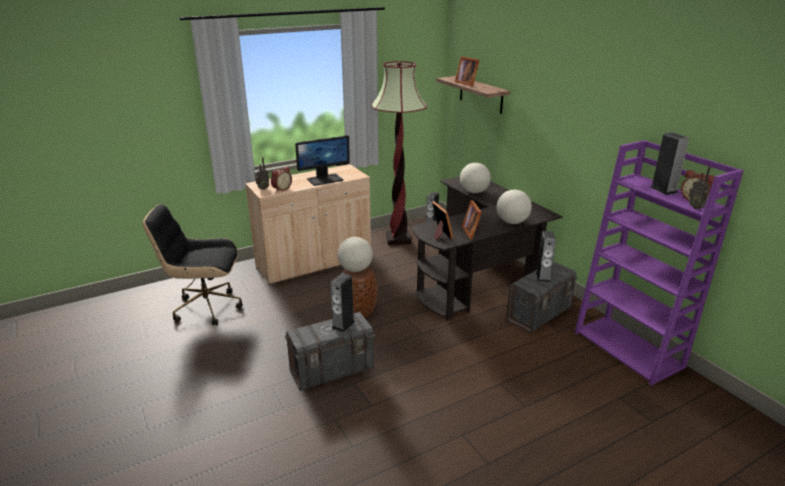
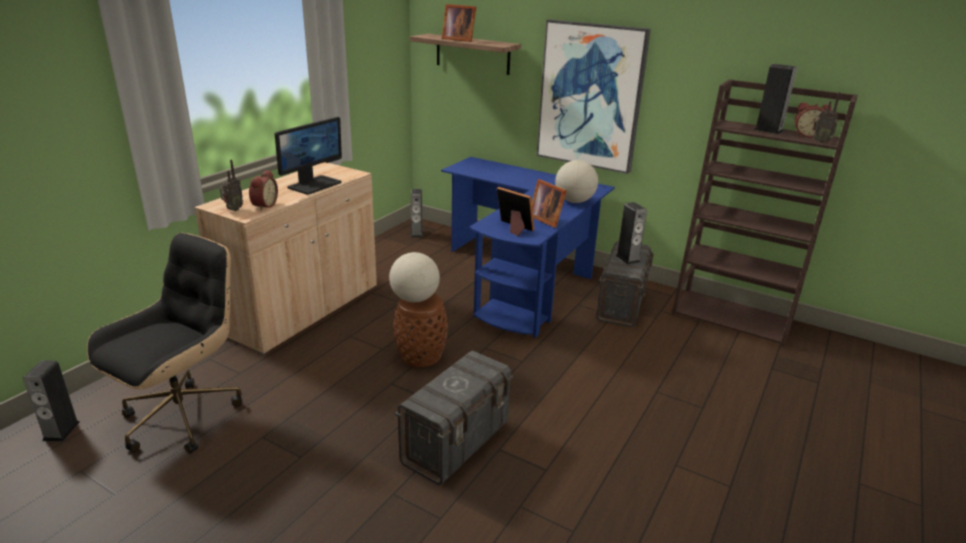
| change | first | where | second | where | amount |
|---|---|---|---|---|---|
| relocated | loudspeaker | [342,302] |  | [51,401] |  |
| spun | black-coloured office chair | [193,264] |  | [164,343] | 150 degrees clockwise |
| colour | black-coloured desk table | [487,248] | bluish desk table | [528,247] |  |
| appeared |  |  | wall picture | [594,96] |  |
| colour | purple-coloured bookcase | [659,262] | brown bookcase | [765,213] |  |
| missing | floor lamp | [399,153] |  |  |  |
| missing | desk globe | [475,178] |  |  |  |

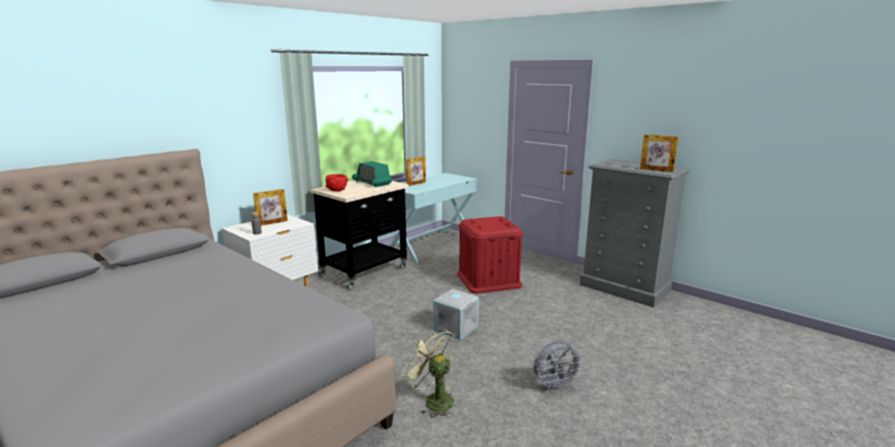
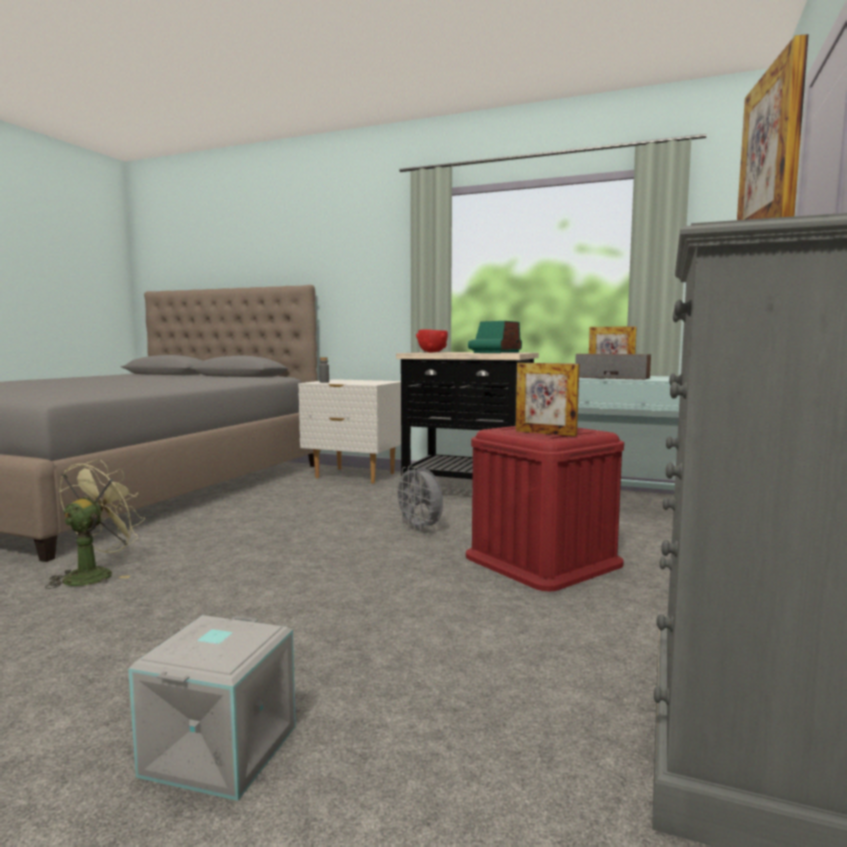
| change | first | where | second | where | amount |
|---|---|---|---|---|---|
| relocated | grey storage bin | [456,314] |  | [212,708] |  |
| relocated | grey cooling fan | [558,366] |  | [418,499] |  |
| relocated | picture frame | [270,207] |  | [547,399] |  |
| appeared |  |  | loudspeaker | [613,367] |  |

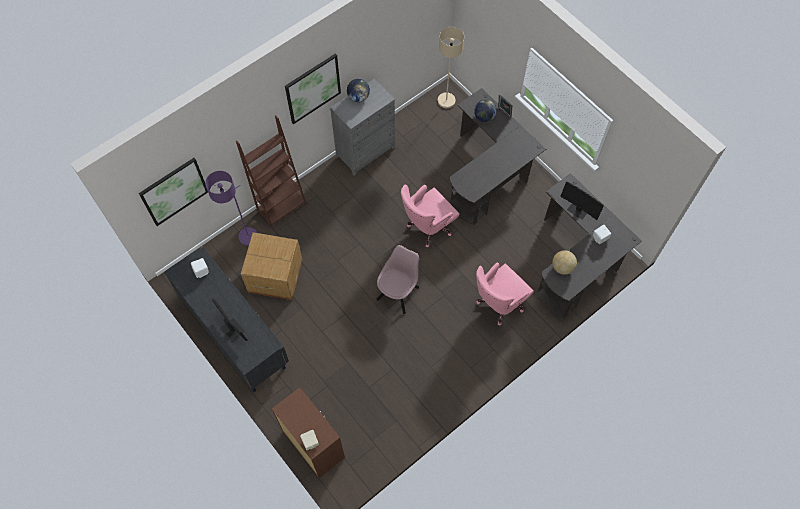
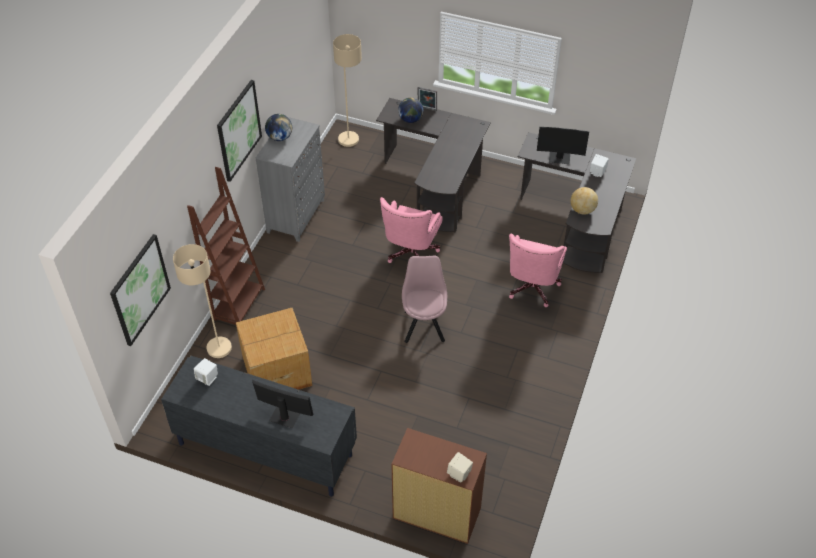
| change | first | where | second | where | amount |
|---|---|---|---|---|---|
| colour | purple-coloured floor lamp | [231,208] | beige floor lamp | [202,301] |  |

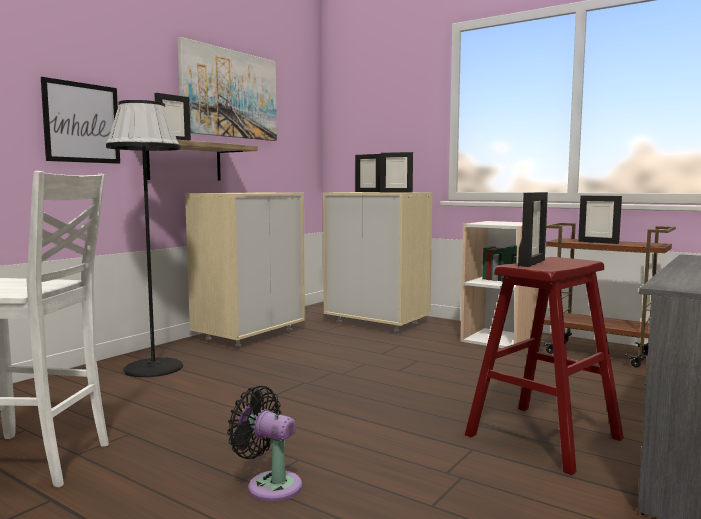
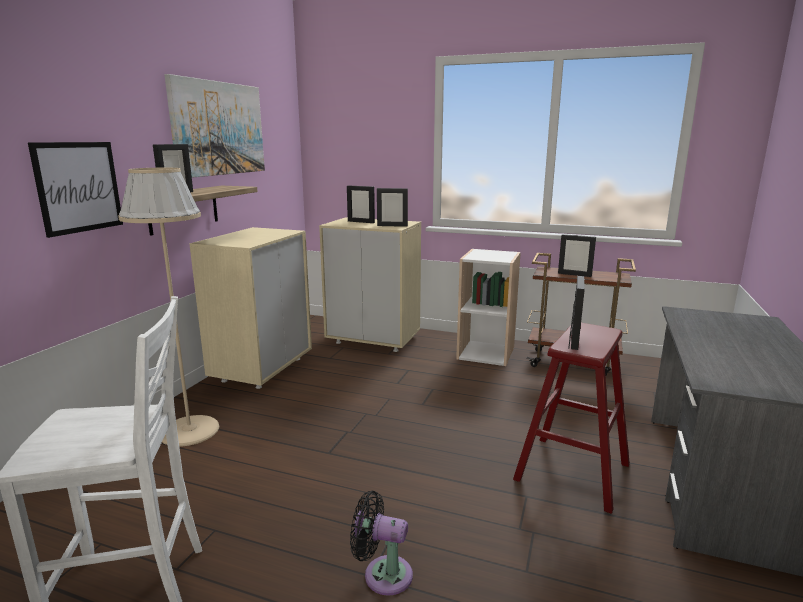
| change | first | where | second | where | amount |
|---|---|---|---|---|---|
| colour | black-coloured floor lamp | [144,238] | beige floor lamp | [168,307] |  |

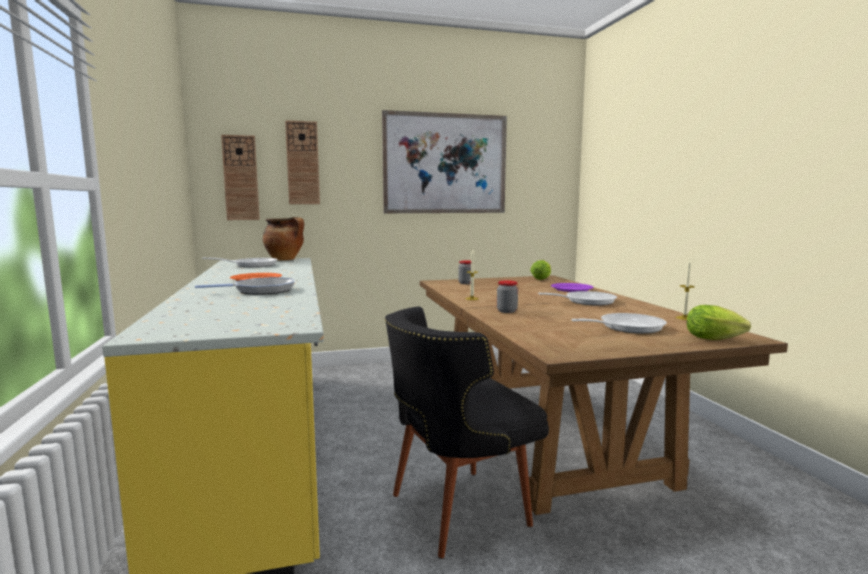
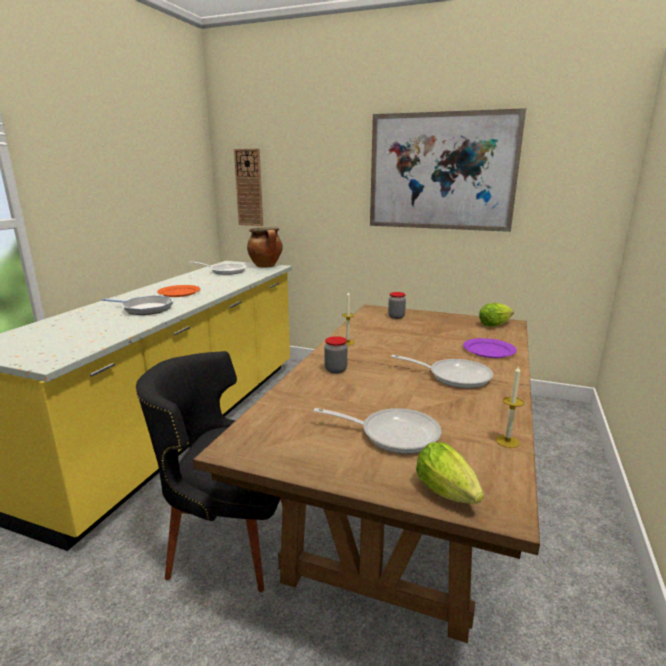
| change | first | where | second | where | amount |
|---|---|---|---|---|---|
| missing | wall clock | [302,162] |  |  |  |

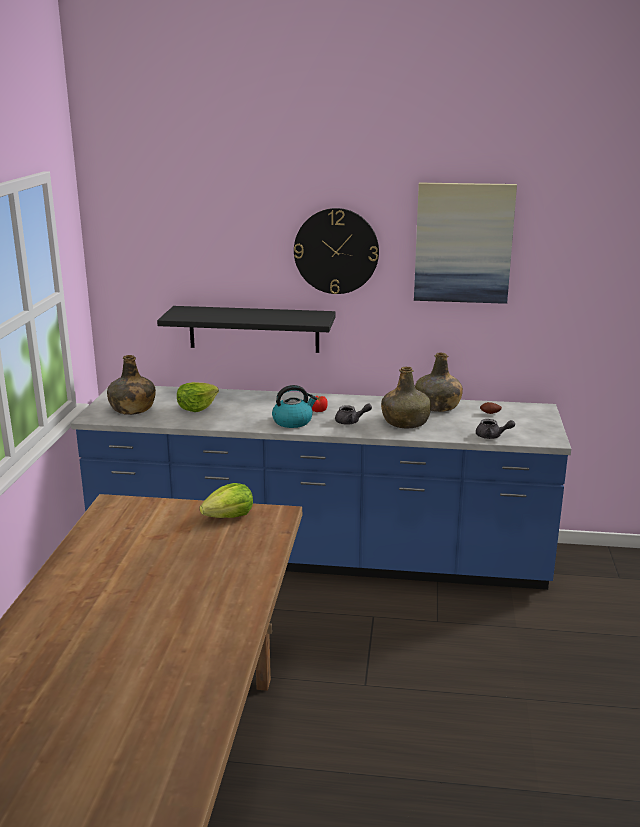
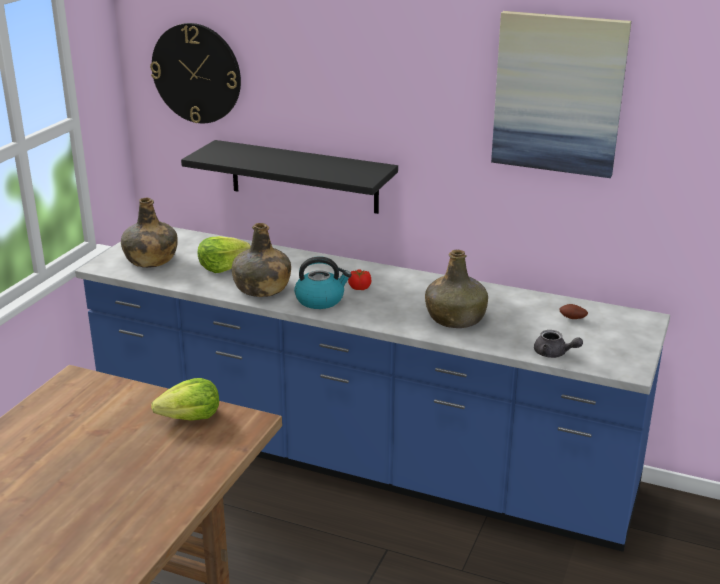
| change | first | where | second | where | amount |
|---|---|---|---|---|---|
| relocated | wall clock | [336,251] |  | [195,73] |  |
| relocated | green bottle | [439,382] |  | [261,260] |  |
| missing | grey teapot | [353,414] |  |  |  |

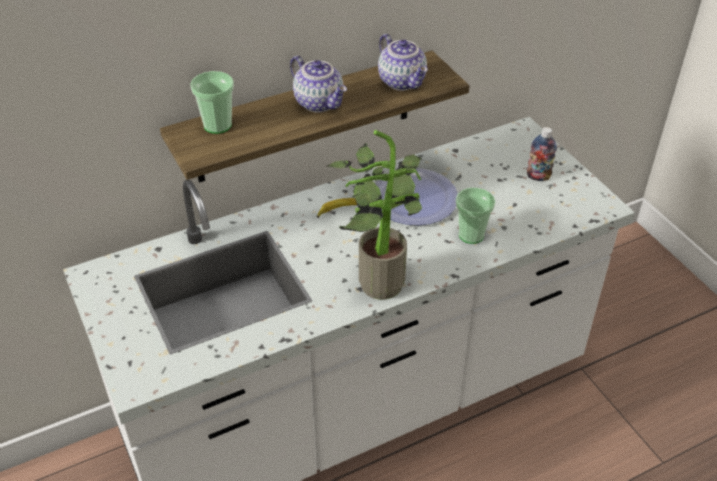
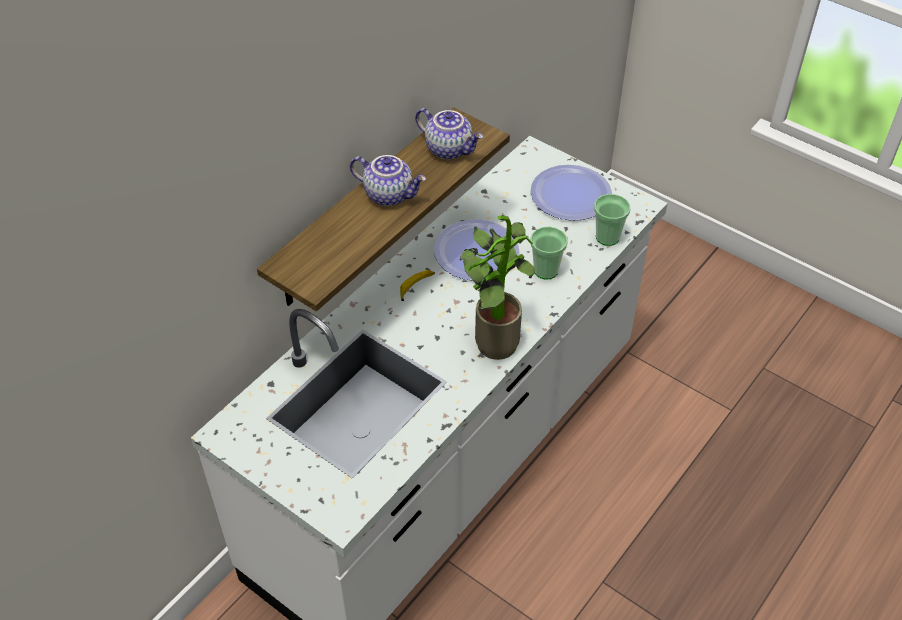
| change | first | where | second | where | amount |
|---|---|---|---|---|---|
| exchanged | bottle | [542,154] | dinner plate | [571,193] |  |
| relocated | small cup | [212,102] |  | [612,220] |  |

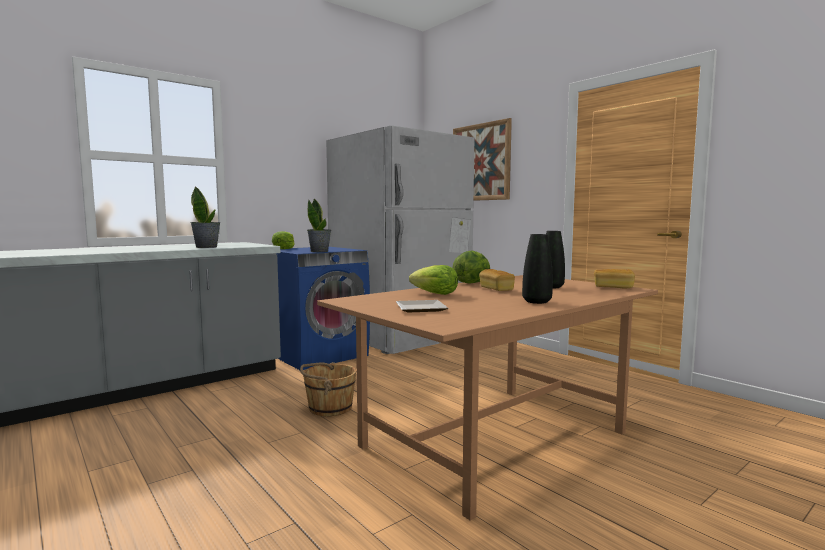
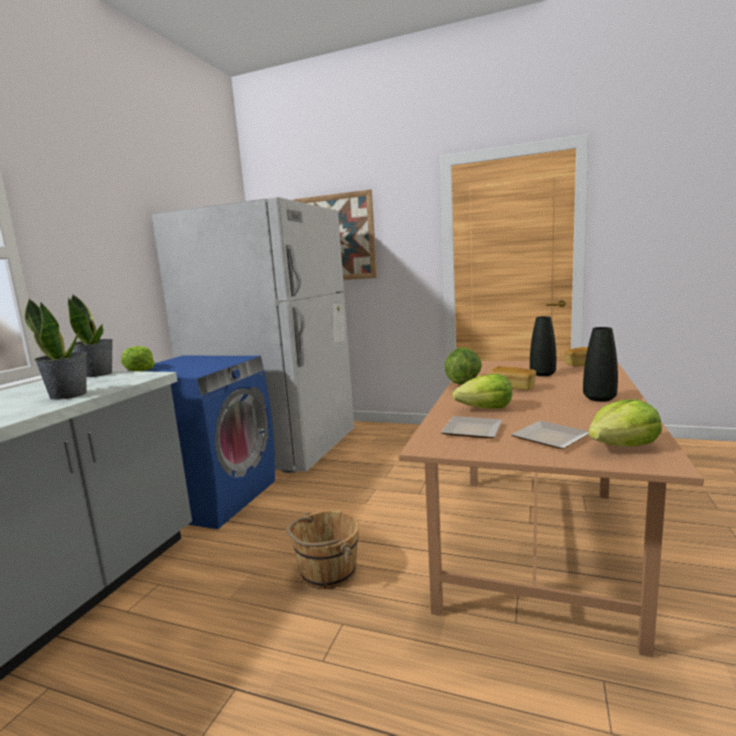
| change | first | where | second | where | amount |
|---|---|---|---|---|---|
| relocated | houseplant | [319,225] |  | [90,336] |  |
| appeared |  |  | dinner plate | [471,427] |  |
| appeared |  |  | lettuce head | [625,423] |  |

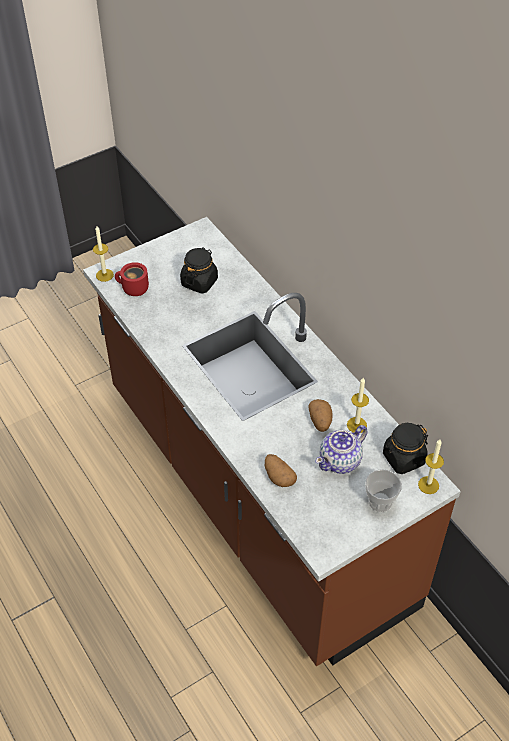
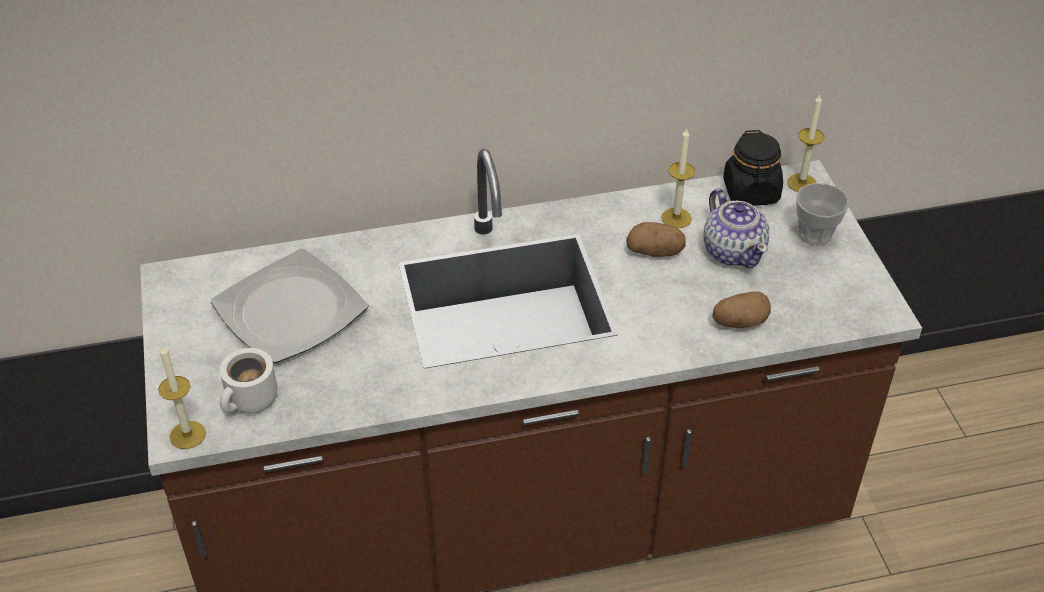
| change | first | where | second | where | amount |
|---|---|---|---|---|---|
| exchanged | black-coloured jar | [199,270] | dinner plate | [289,306] |  |
| colour | red mug | [132,279] | white mug | [248,381] |  |

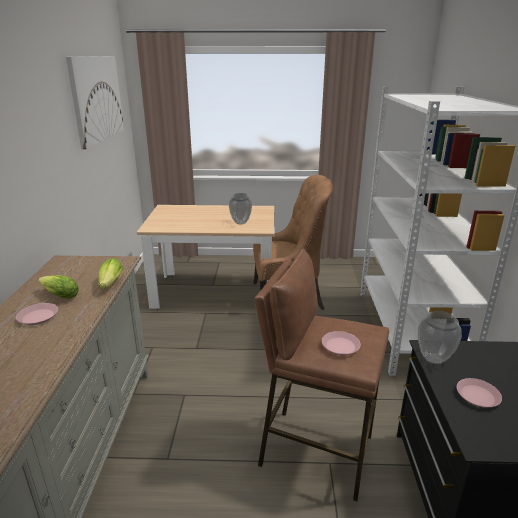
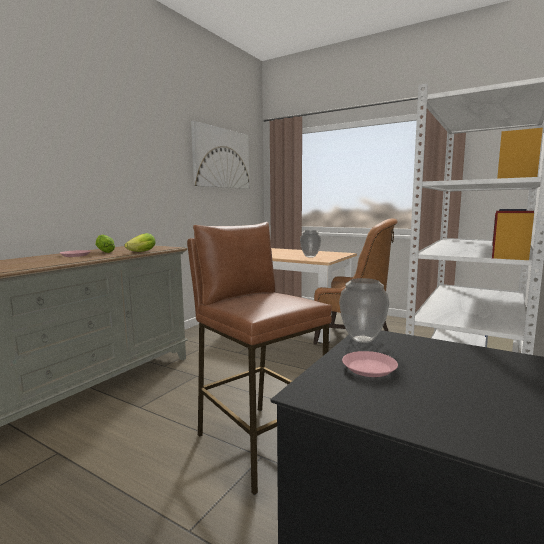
| change | first | where | second | where | amount |
|---|---|---|---|---|---|
| missing | pinkish dinner plate | [341,343] |  |  |  |

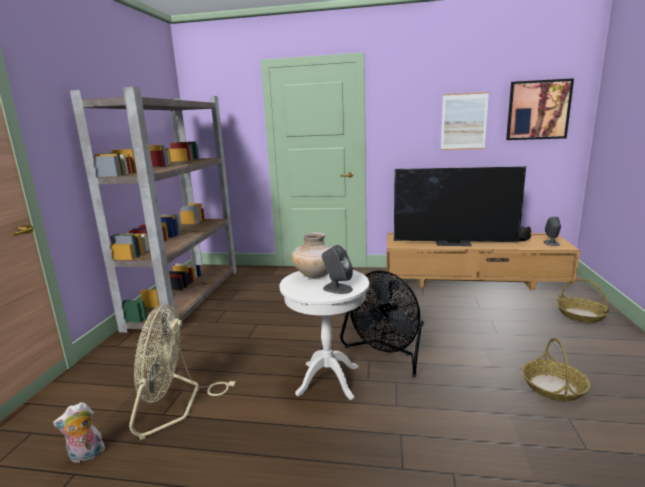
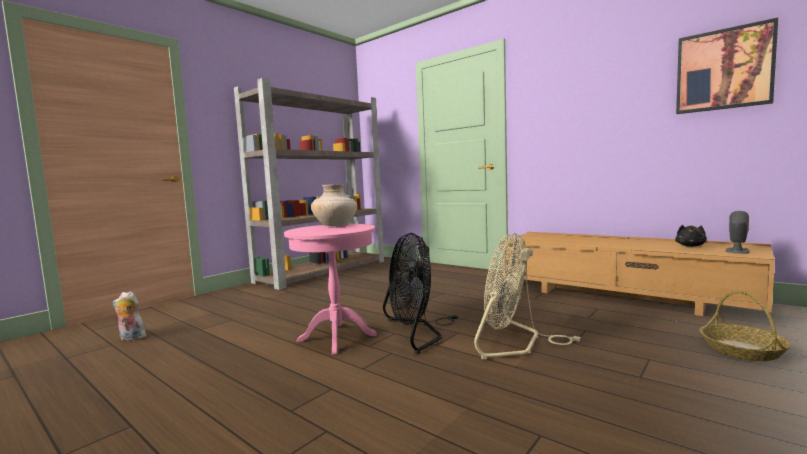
| change | first | where | second | where | amount |
|---|---|---|---|---|---|
| colour | white side table | [324,335] | pinkish side table | [330,289] |  |
| relocated | beige cooling fan | [183,372] |  | [528,296] |  |
| missing | grey loudspeaker | [337,269] |  |  |  |
| missing | TV set | [460,206] |  |  |  |
| missing | wall picture | [465,121] |  |  |  |
| missing | household basket | [556,369] |  |  |  |

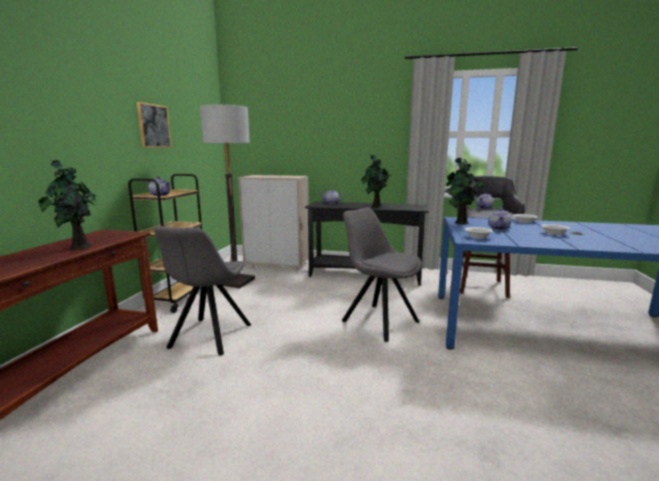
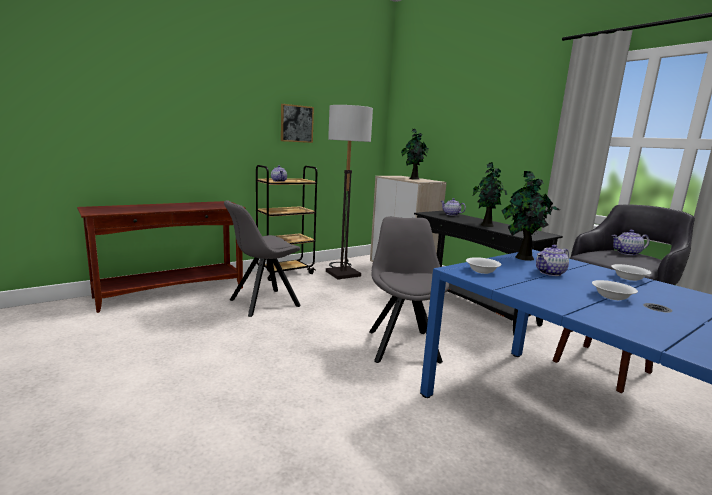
| change | first | where | second | where | amount |
|---|---|---|---|---|---|
| relocated | houseplant | [67,204] |  | [414,154] |  |

